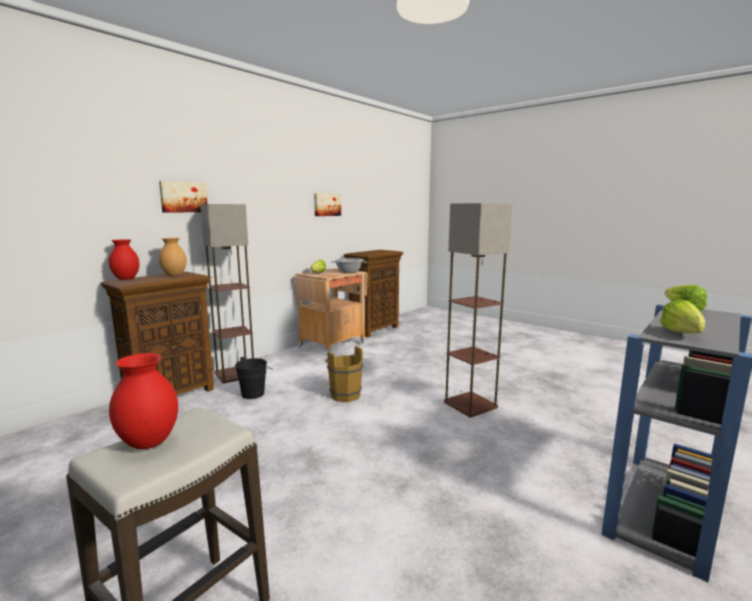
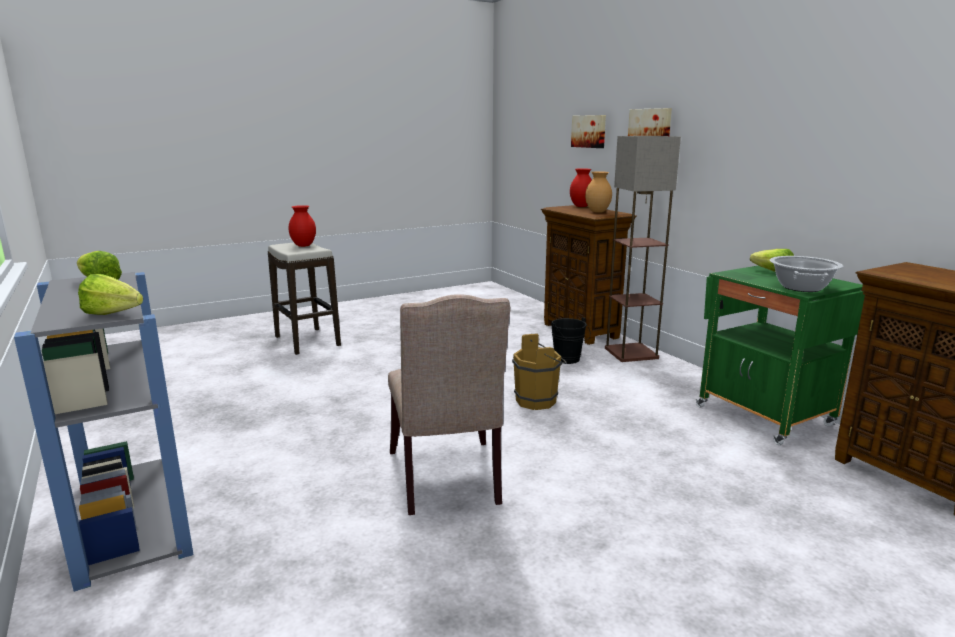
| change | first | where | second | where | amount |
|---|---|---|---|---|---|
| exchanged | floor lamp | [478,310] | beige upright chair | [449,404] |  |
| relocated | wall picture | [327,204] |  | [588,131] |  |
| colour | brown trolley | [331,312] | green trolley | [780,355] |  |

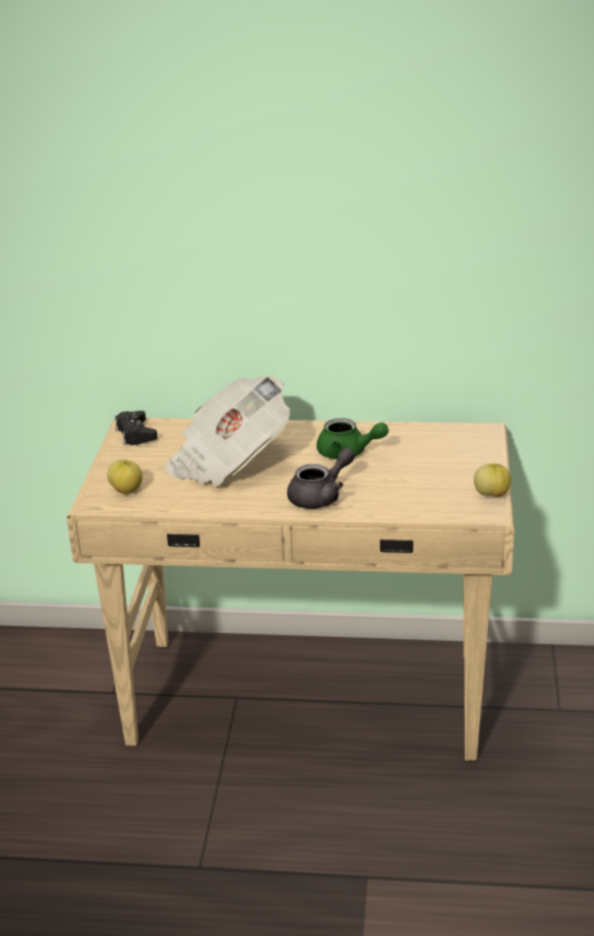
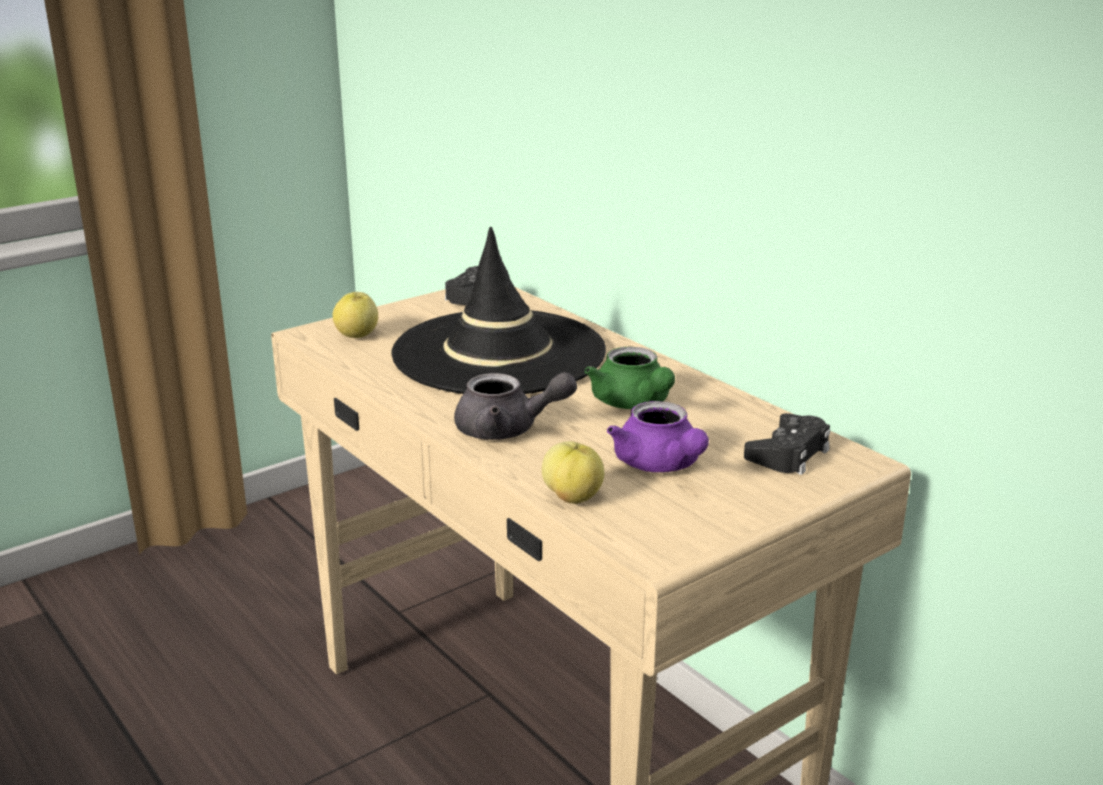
| change | first | where | second | where | amount |
|---|---|---|---|---|---|
| exchanged | newspaper | [227,431] | black-coloured wearable hat | [498,310] |  |
| relocated | apple fruit | [492,480] |  | [573,472] |  |
| appeared |  |  | purple-coloured teapot | [658,436] |  |
| appeared |  |  | black-coloured joypad | [787,444] |  |

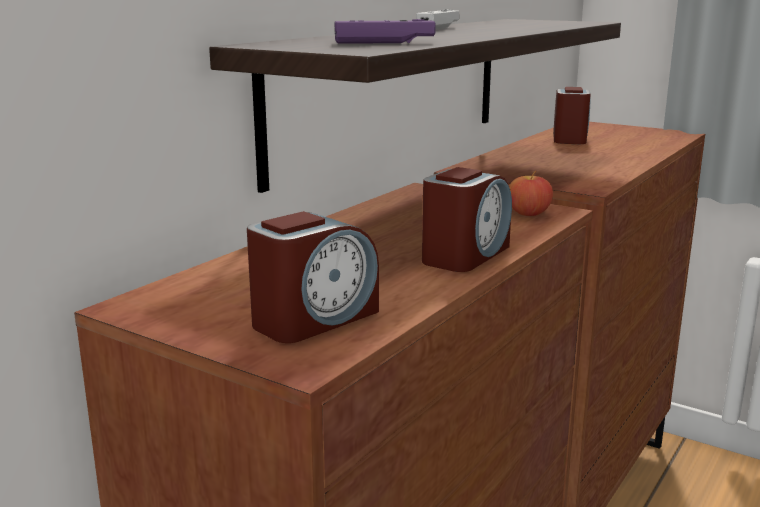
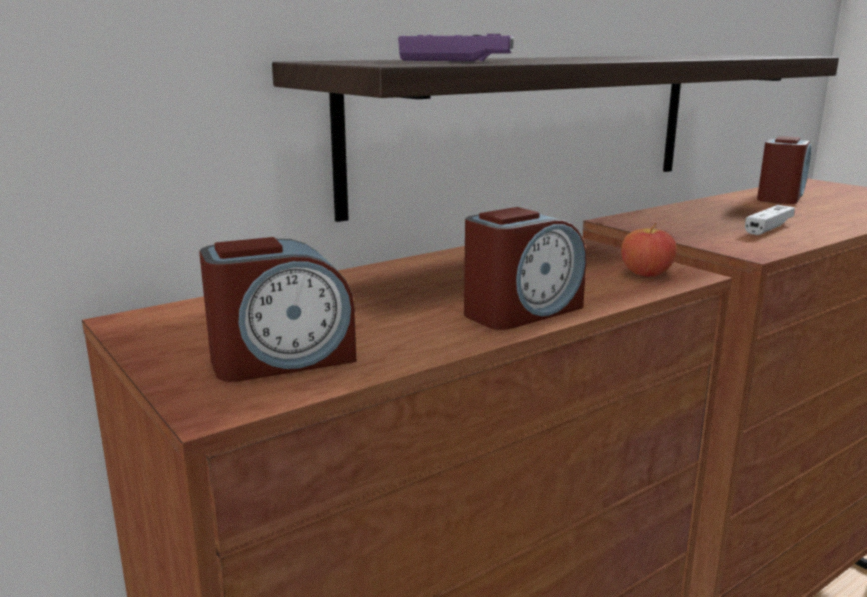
| change | first | where | second | where | amount |
|---|---|---|---|---|---|
| relocated | white joypad | [437,19] |  | [770,220] |  |

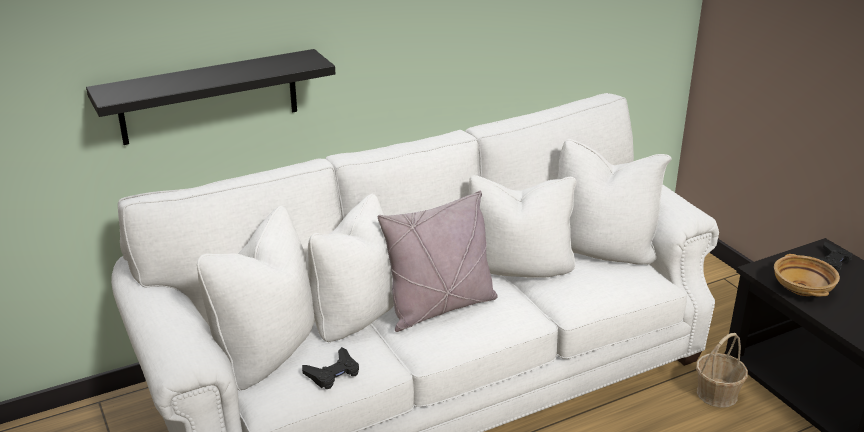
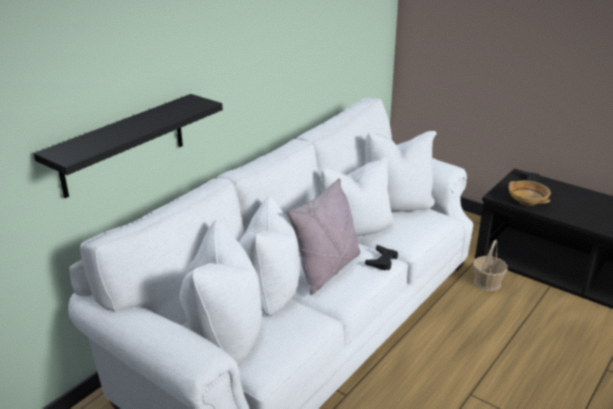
| change | first | where | second | where | amount |
|---|---|---|---|---|---|
| relocated | black-coloured joypad | [330,368] |  | [381,257] |  |

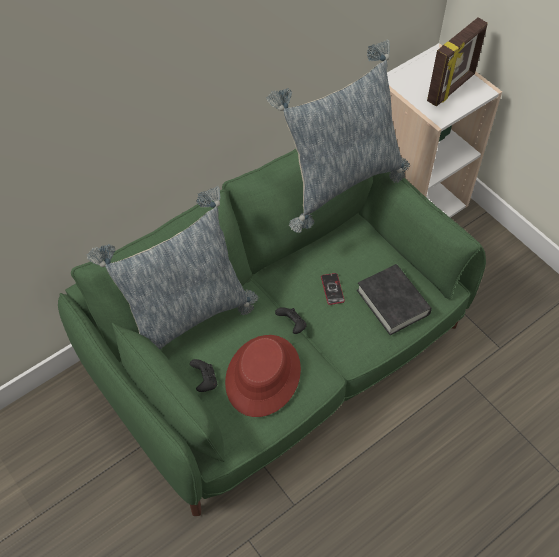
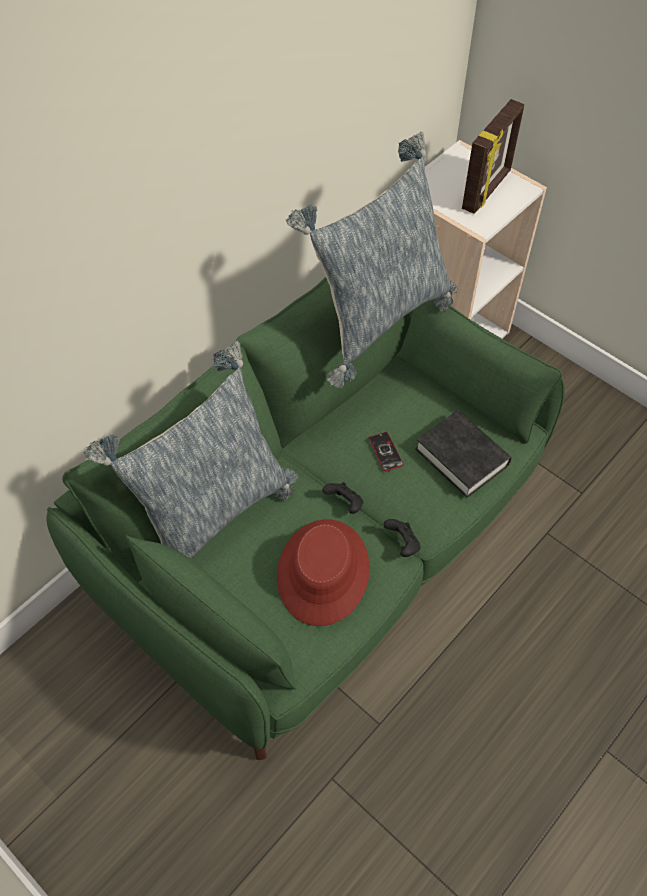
| change | first | where | second | where | amount |
|---|---|---|---|---|---|
| relocated | black-coloured joypad | [203,375] |  | [402,538] |  |

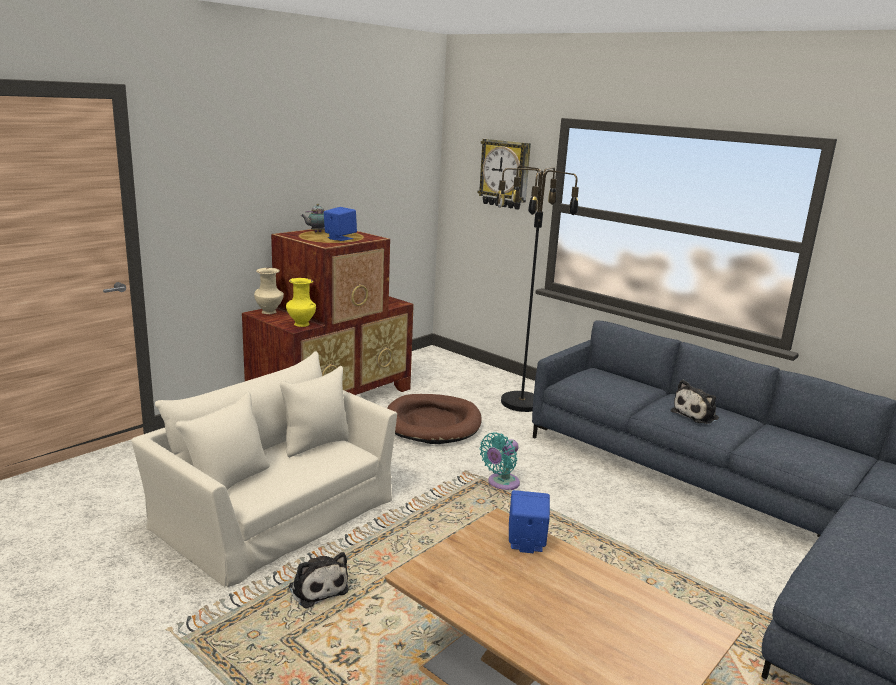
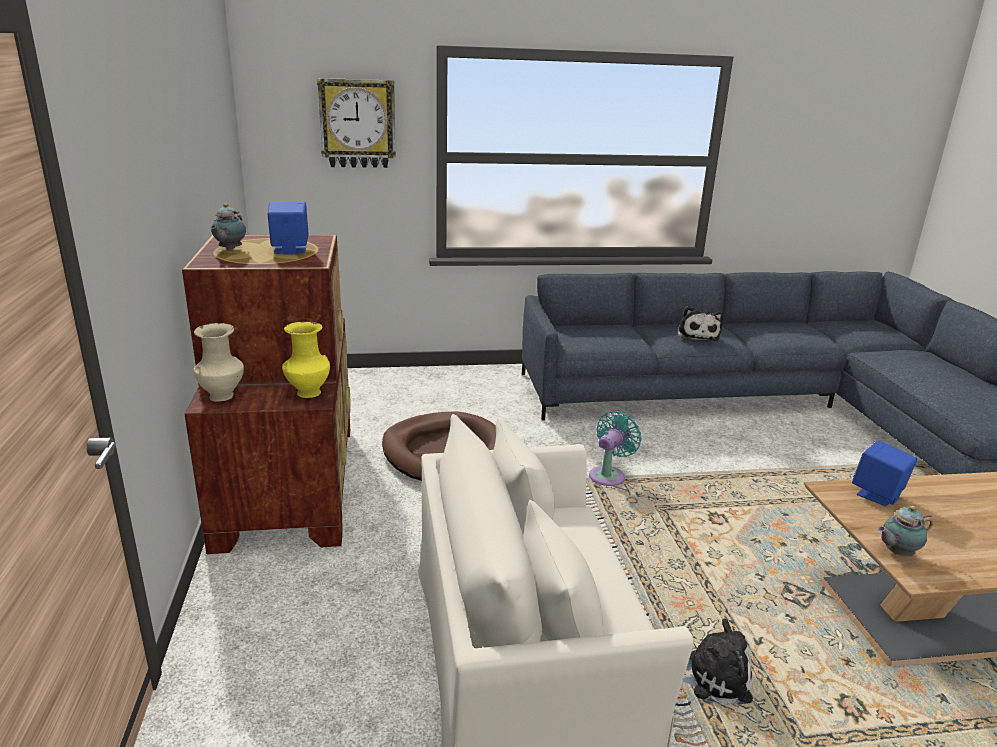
| change | first | where | second | where | amount |
|---|---|---|---|---|---|
| spun | blue-green cooling fan | [500,461] |  | [615,448] | 135 degrees counterclockwise |
| appeared |  |  | teapot | [905,531] |  |
| missing | floor lamp | [537,289] |  |  |  |

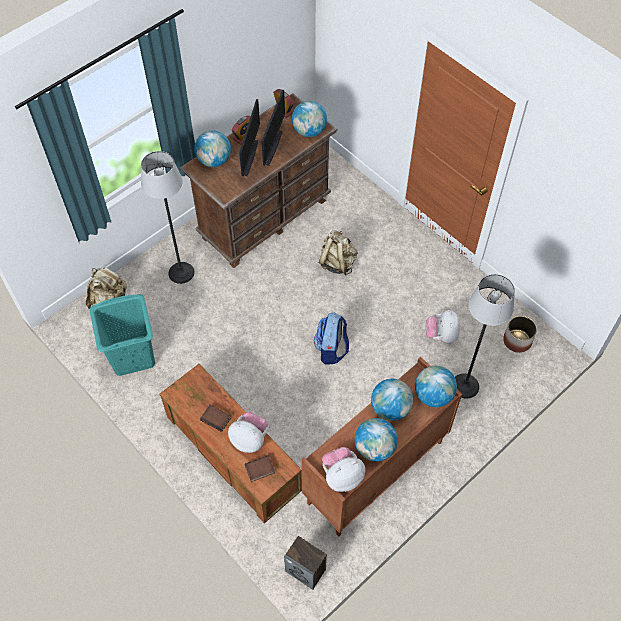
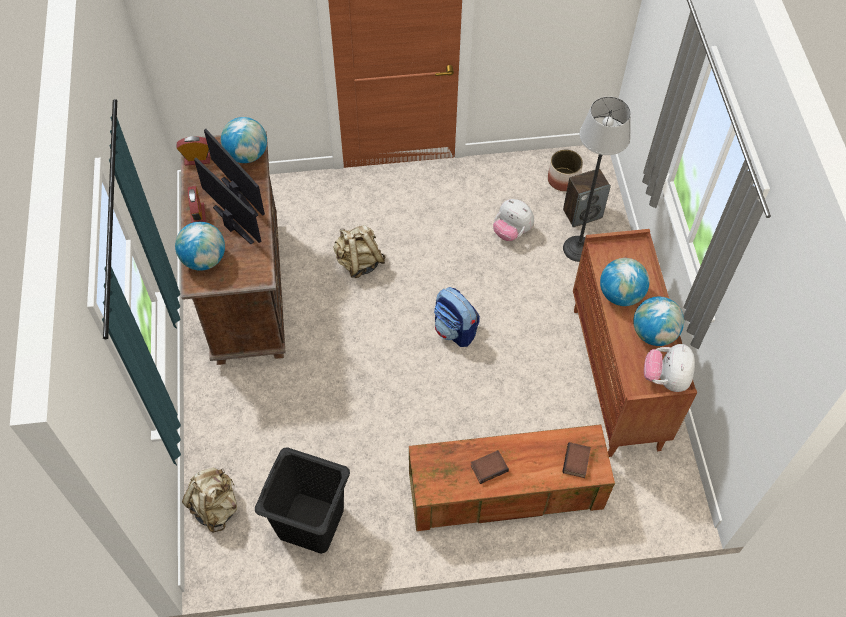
| change | first | where | second | where | amount |
|---|---|---|---|---|---|
| colour | blue-green laundry basket | [122,335] | black-coloured laundry basket | [302,500] |  |
| relocated | loudspeaker | [305,563] |  | [587,197] |  |
| missing | floor lamp | [168,217] |  |  |  |
| missing | soft toy | [248,432] |  |  |  |
| missing | desk globe | [436,386] |  |  |  |

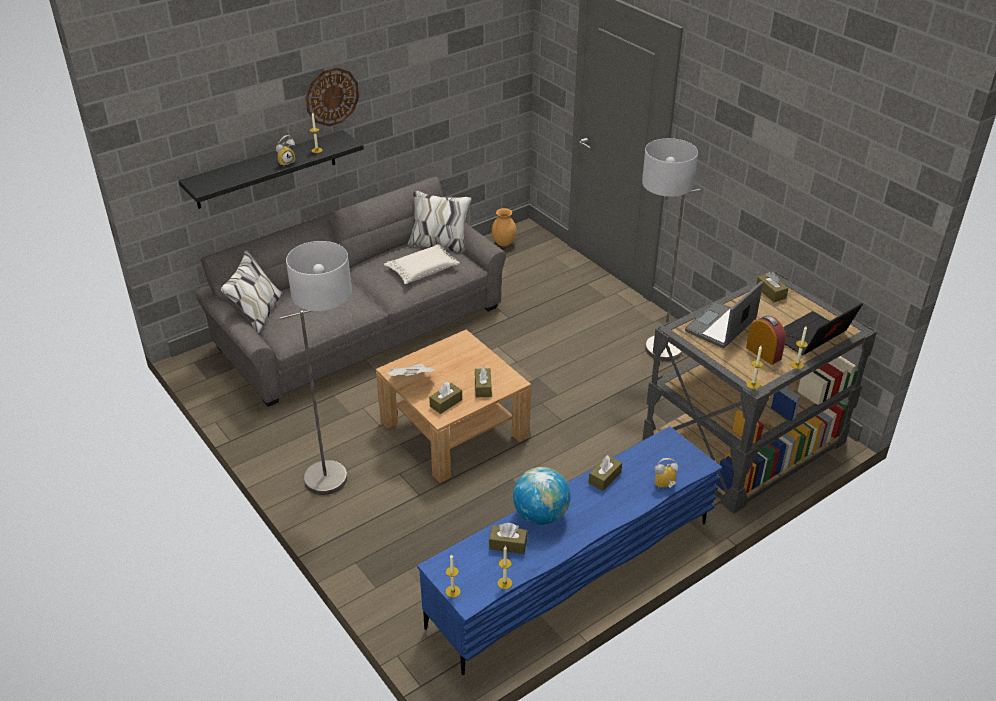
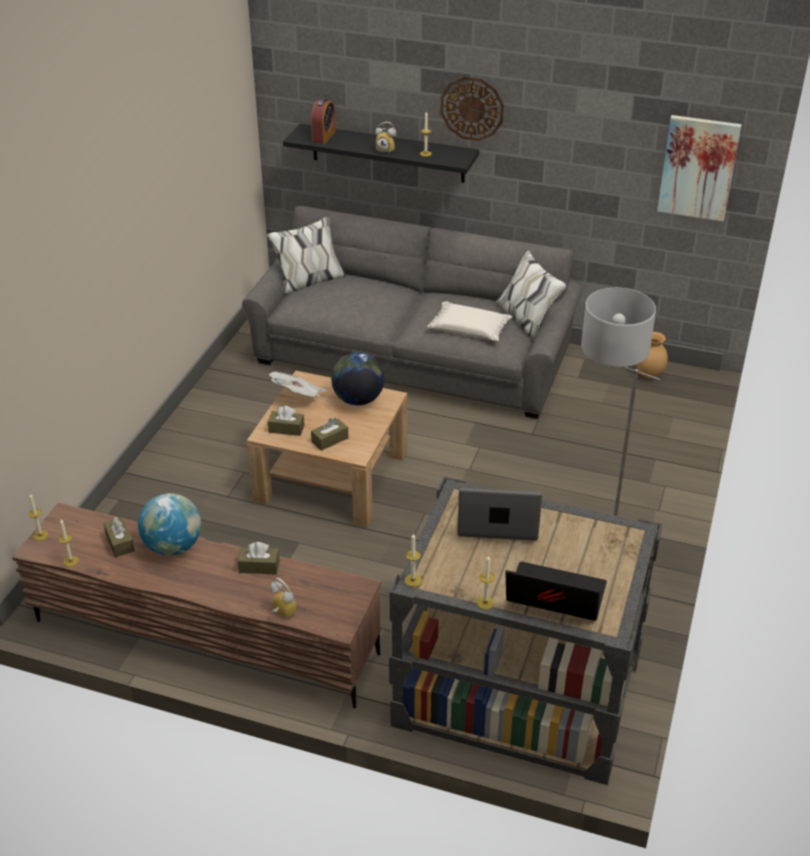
| change | first | where | second | where | amount |
|---|---|---|---|---|---|
| colour | bluish tv unit | [569,550] | brown tv unit | [196,605] |  |
| relocated | table clock | [766,340] |  | [323,121] |  |
| appeared |  |  | desk globe | [357,378] |  |
| appeared |  |  | wall picture | [699,168] |  |
| missing | grey floor lamp | [315,368] |  |  |  |
| missing | brown tissue box | [772,287] |  |  |  |

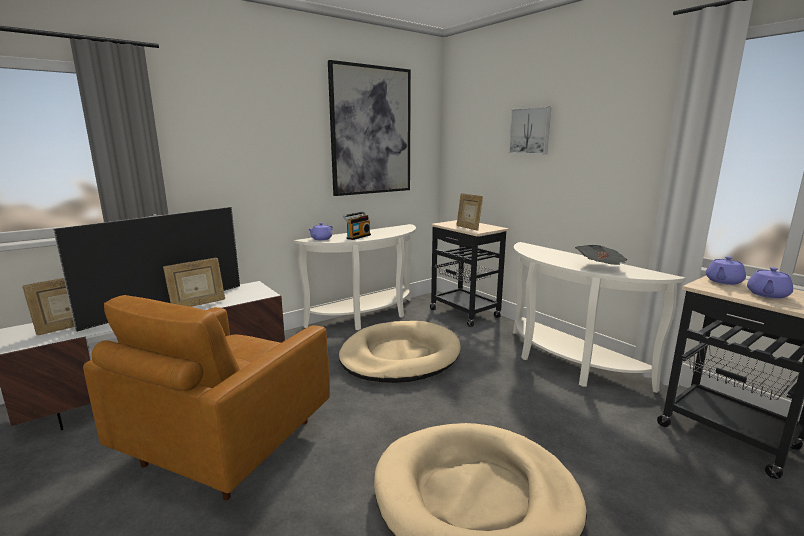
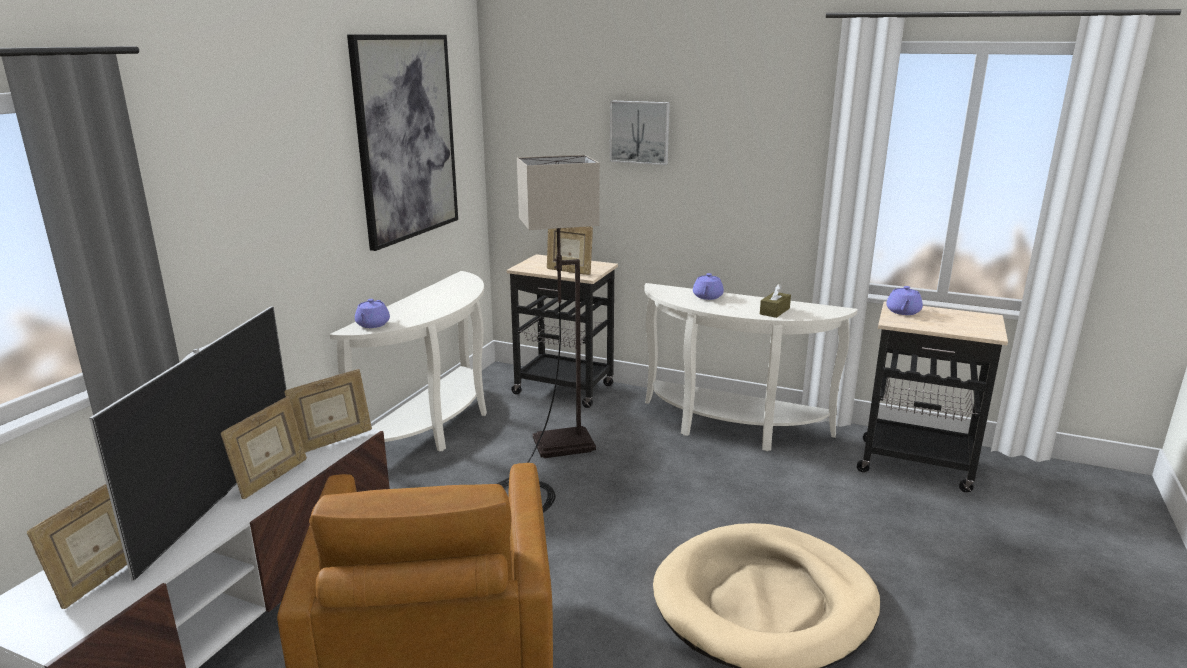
| change | first | where | second | where | amount |
|---|---|---|---|---|---|
| appeared |  |  | picture frame | [328,411] |  |
| exchanged | beige dog bed | [400,352] | floor lamp | [548,333] |  |
| relocated | purple-coloured teapot | [770,283] |  | [708,286] |  |
| exchanged | newspaper | [601,255] | brown tissue box | [775,301] |  |
| missing | radio | [357,225] |  |  |  |

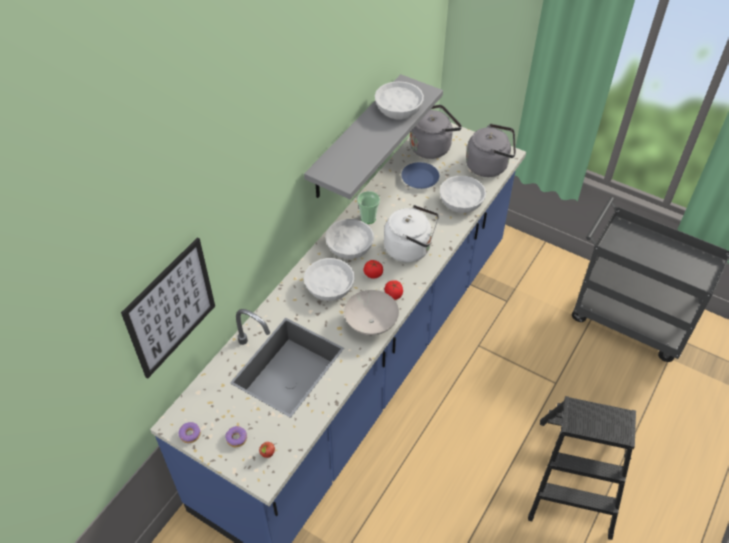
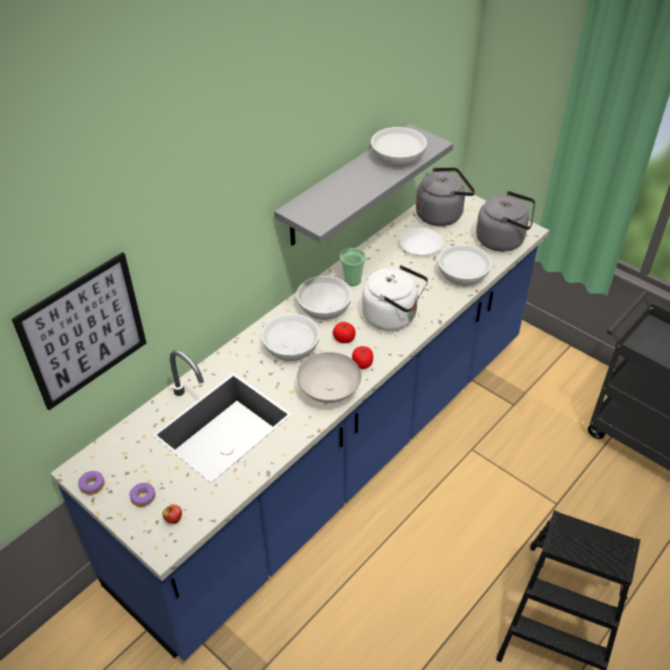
| change | first | where | second | where | amount |
|---|---|---|---|---|---|
| colour | bluish dinner plate | [420,175] | white dinner plate | [421,242] |  |

